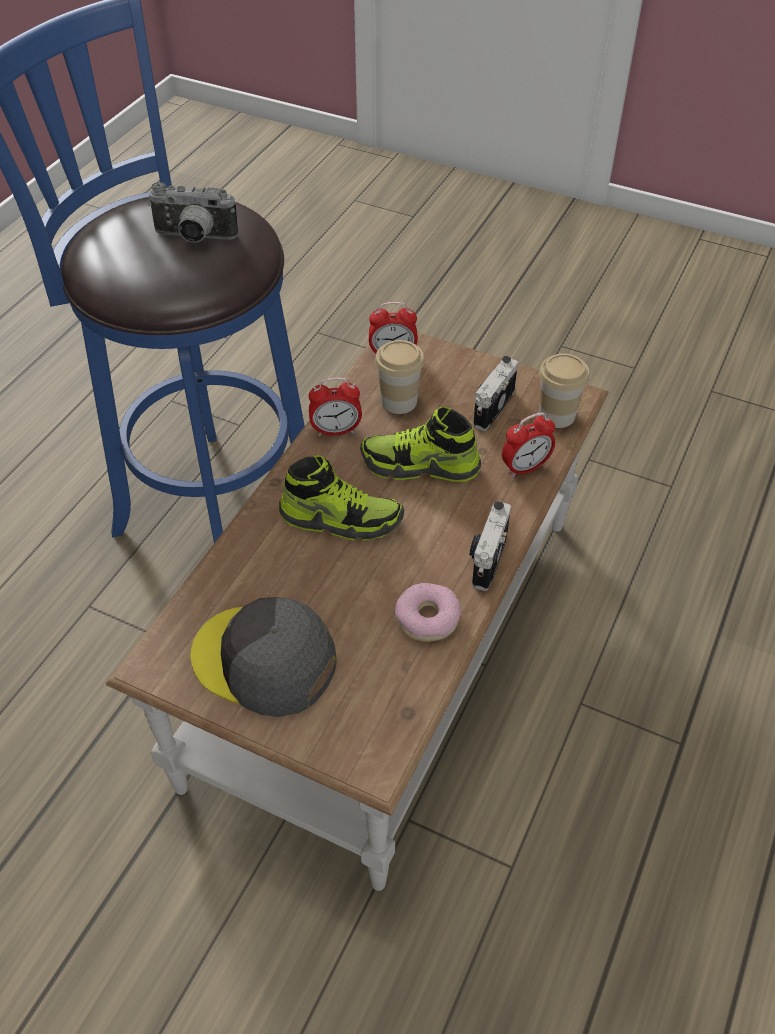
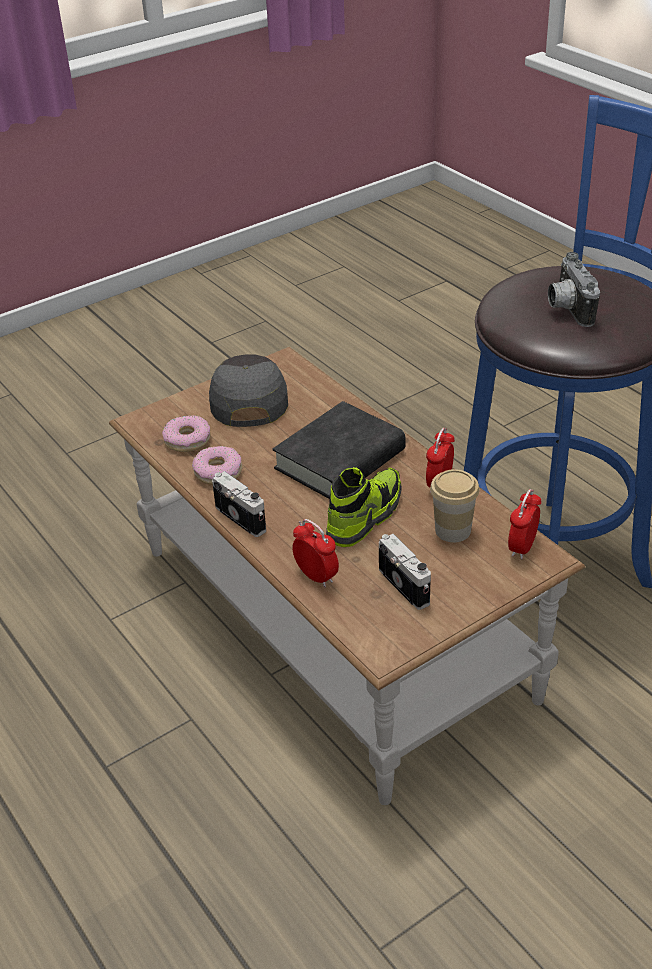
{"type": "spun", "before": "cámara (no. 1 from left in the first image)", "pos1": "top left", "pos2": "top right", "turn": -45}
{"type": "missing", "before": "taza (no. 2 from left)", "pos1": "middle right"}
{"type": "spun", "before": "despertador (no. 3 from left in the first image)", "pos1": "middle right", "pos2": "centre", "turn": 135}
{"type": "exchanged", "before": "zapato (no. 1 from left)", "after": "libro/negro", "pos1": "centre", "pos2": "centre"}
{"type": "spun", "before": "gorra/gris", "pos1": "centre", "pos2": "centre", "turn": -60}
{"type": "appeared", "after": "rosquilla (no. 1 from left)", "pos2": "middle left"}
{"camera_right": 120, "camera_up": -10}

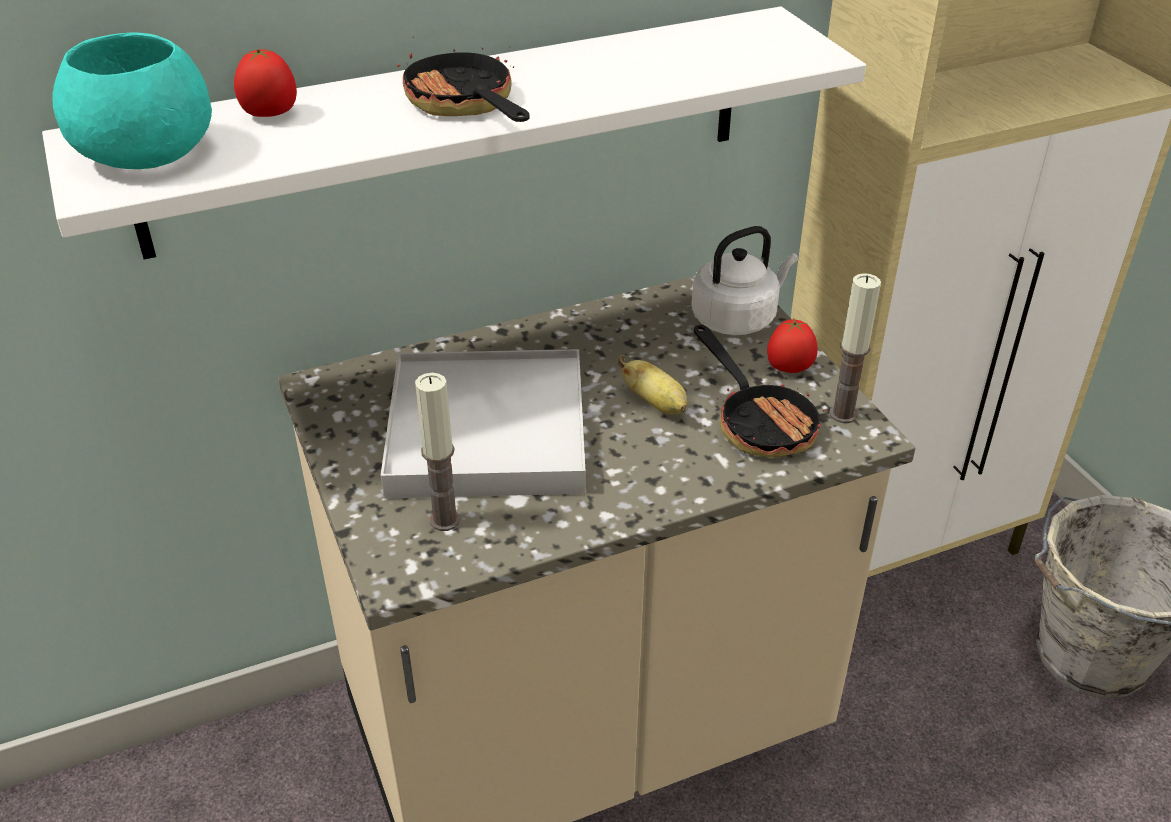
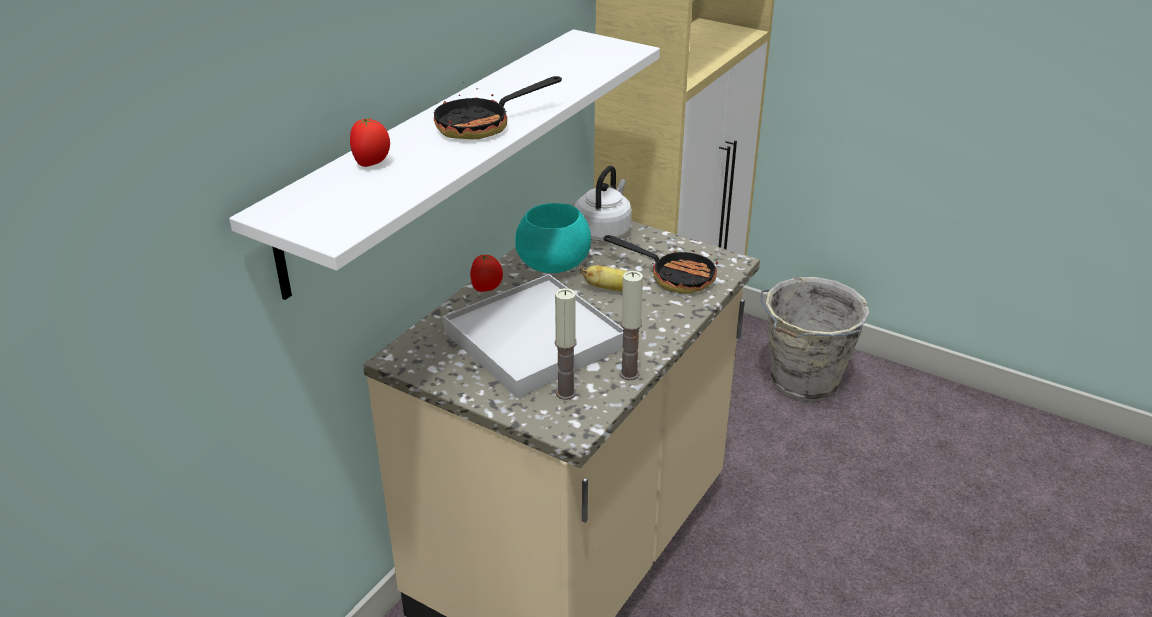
{"type": "relocated", "before": "cuenco/turquesa", "pos1": "top left", "pos2": "centre"}
{"type": "spun", "before": "sartén (no. 1 from left)", "pos1": "top centre", "pos2": "top centre", "turn": -60}
{"type": "relocated", "before": "vela (no. 2 from left)", "pos1": "middle right", "pos2": "centre"}
{"type": "relocated", "before": "tomate (no. 2 from left)", "pos1": "middle right", "pos2": "centre"}
{"camera_right": -35, "camera_up": -5}

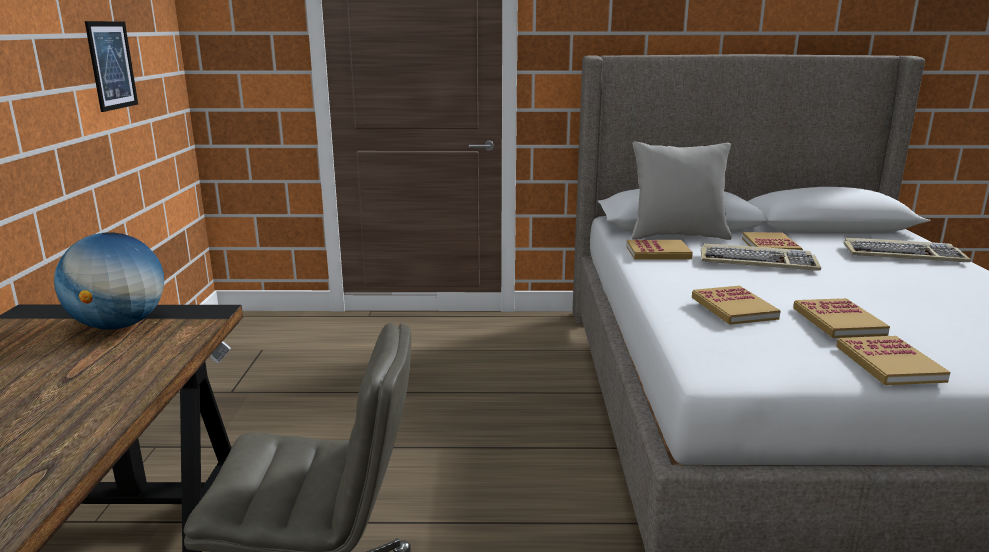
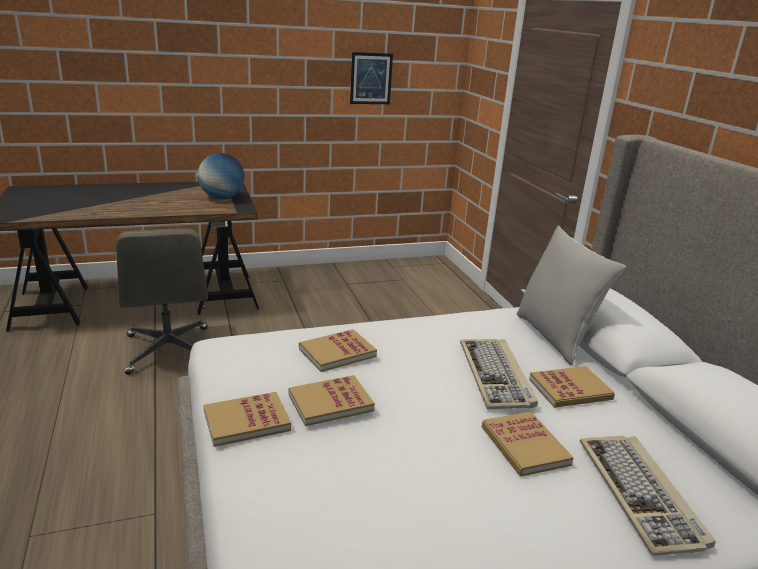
{"type": "relocated", "before": "libro (no. 1 from left in the first image)", "after": "libro (no. 4 from left)", "pos1": "centre", "pos2": "bottom right"}
{"camera_right": 70, "camera_up": 5}

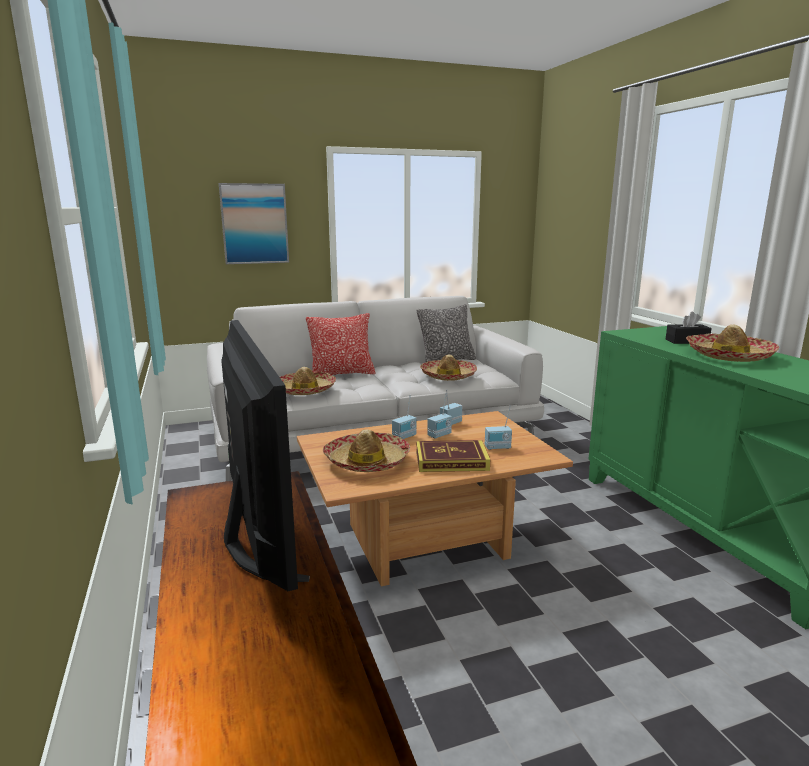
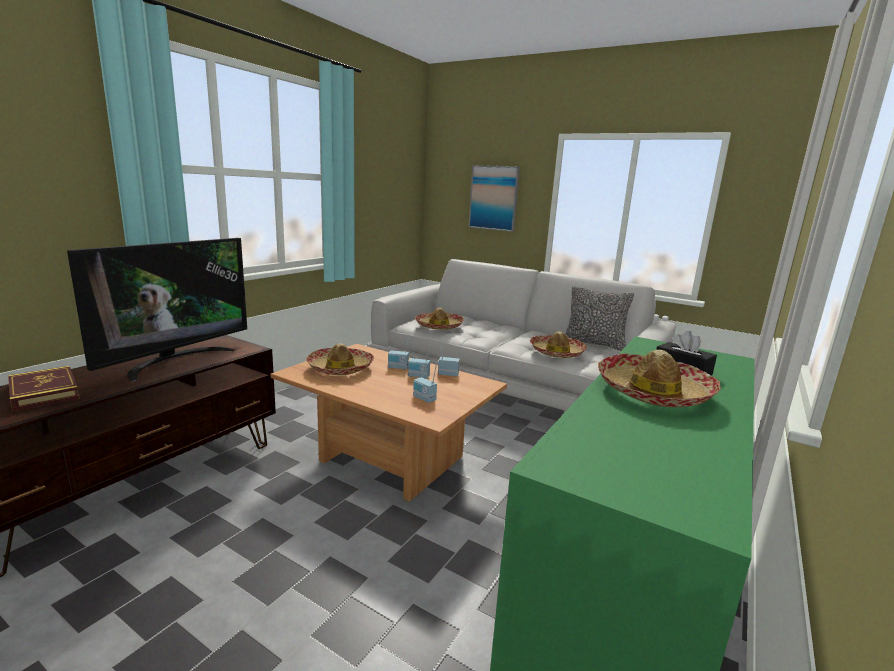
{"type": "missing", "before": "cojín (no. 1 from left)", "pos1": "centre"}
{"type": "relocated", "before": "libro", "pos1": "centre", "pos2": "middle left"}
{"camera_right": 50, "camera_up": 0}

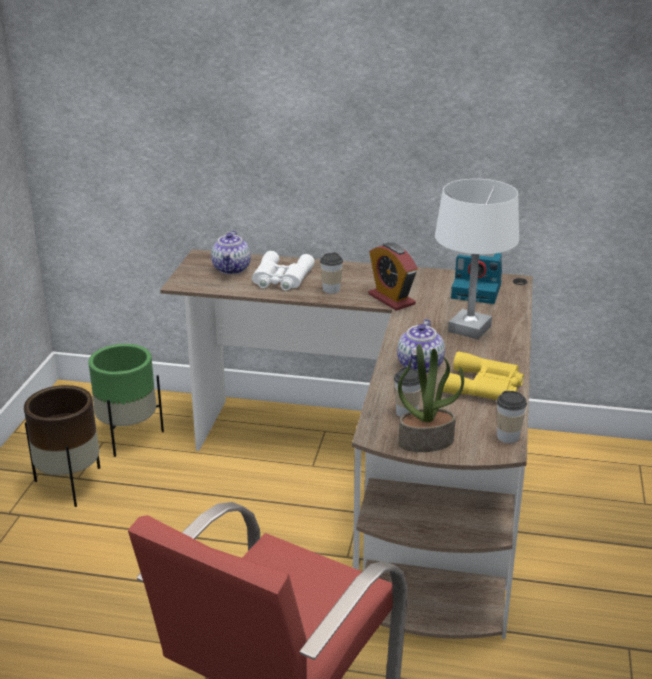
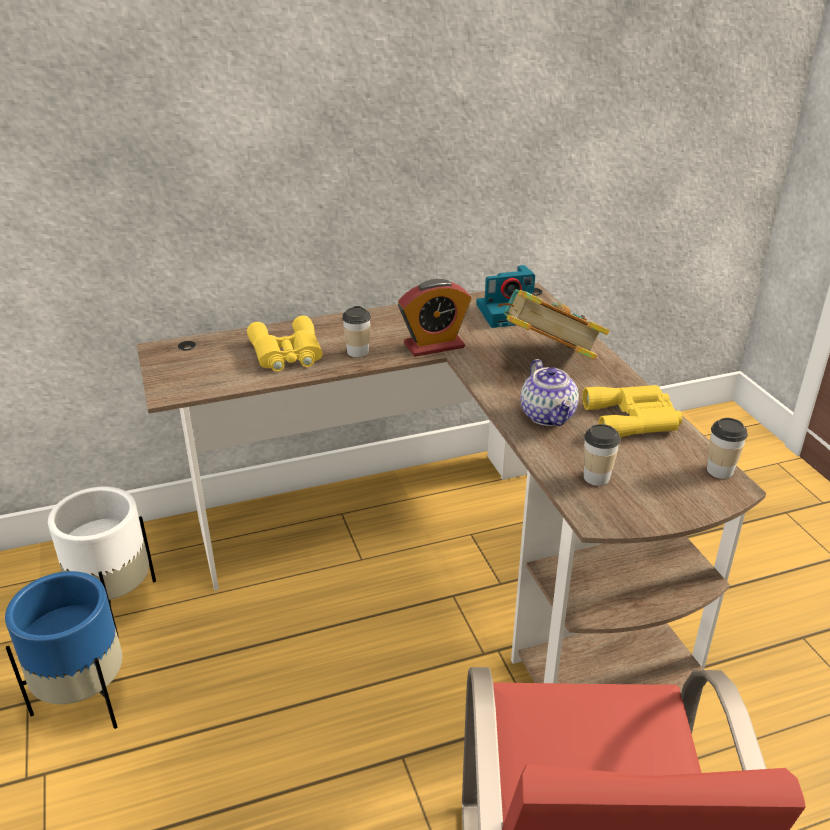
{"type": "exchanged", "before": "lámpara de mesa/blanco", "after": "libro", "pos1": "middle right", "pos2": "middle right"}
{"type": "missing", "before": "tetera (no. 1 from left)", "pos1": "centre"}
{"type": "spun", "before": "despertador", "pos1": "centre", "pos2": "centre", "turn": -45}
{"type": "colour", "before": "prismáticos/blanco", "after": "prismáticos/amarillo (no. 1 from left)", "pos1": "centre", "pos2": "centre"}
{"type": "colour", "before": "maceta/verde", "after": "maceta/blanco", "pos1": "middle left", "pos2": "bottom left"}
{"type": "missing", "before": "planta en maceta", "pos1": "centre"}
{"type": "colour", "before": "maceta/marrón", "after": "maceta/azul", "pos1": "middle left", "pos2": "bottom left"}
{"camera_right": -30, "camera_up": 5}

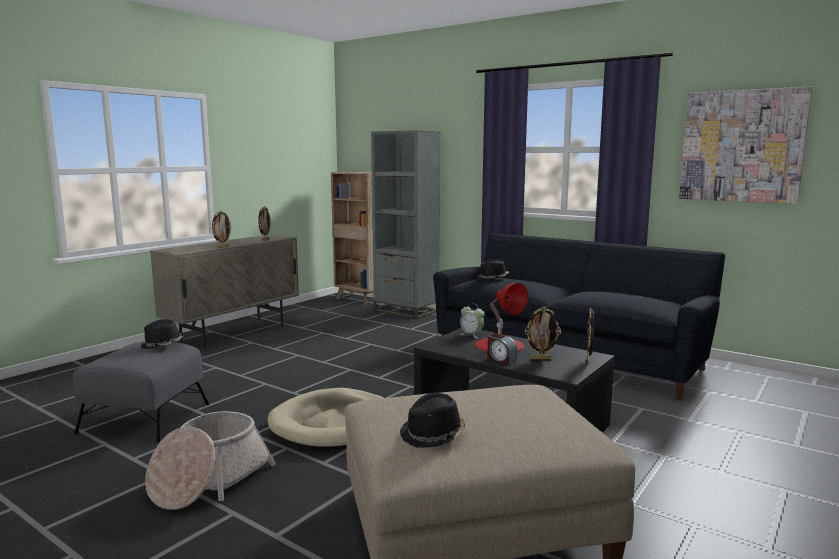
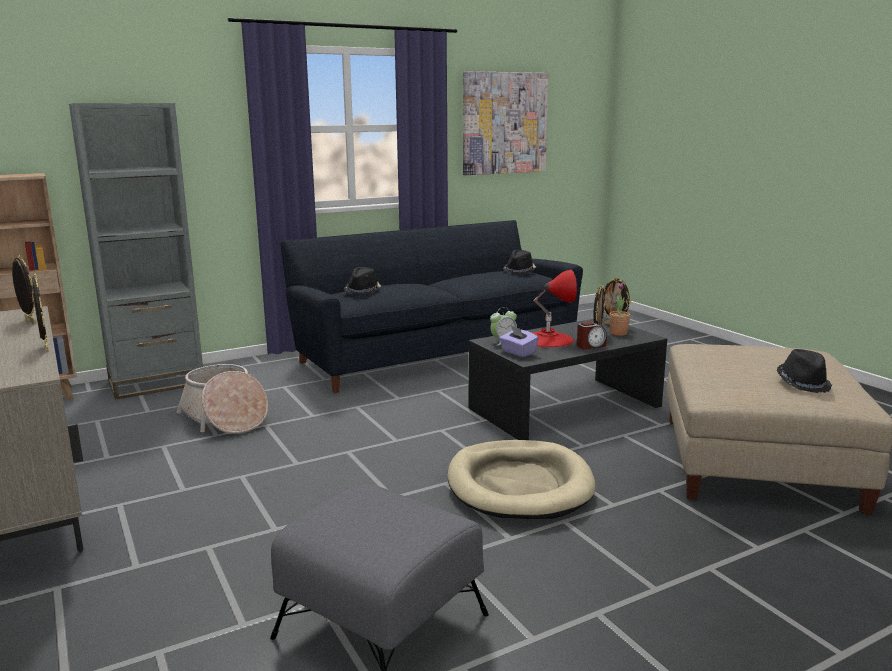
{"type": "relocated", "before": "sombrero/negro (no. 1 from left in the first image)", "after": "sombrero/negro (no. 2 from left)", "pos1": "middle left", "pos2": "centre"}
{"type": "relocated", "before": "cesta", "pos1": "bottom left", "pos2": "middle left"}
{"type": "appeared", "after": "planta en maceta", "pos2": "middle right"}
{"type": "appeared", "after": "caja de pañuelos/morado", "pos2": "centre"}
{"camera_right": -65, "camera_up": 5}

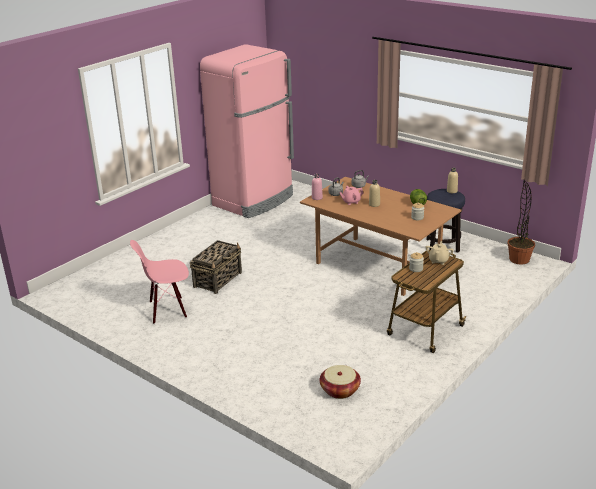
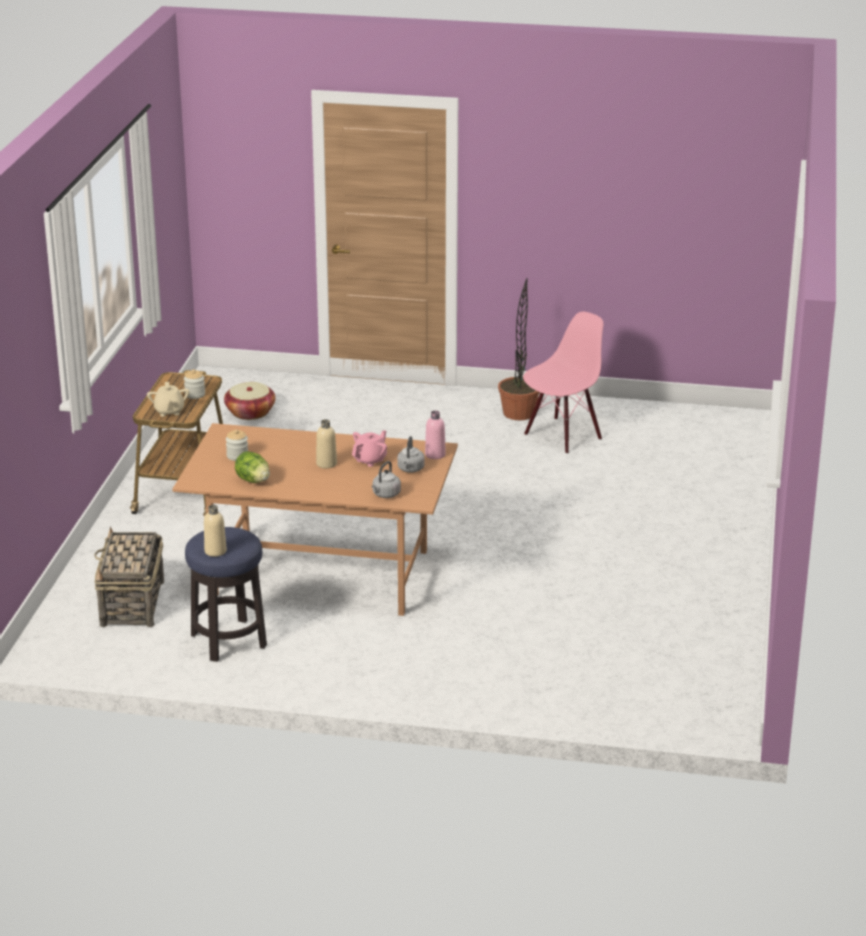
{"type": "missing", "before": "nevera/rosa", "pos1": "top centre"}
{"type": "relocated", "before": "planta en maceta", "pos1": "middle right", "pos2": "centre"}
{"type": "relocated", "before": "cesta (no. 1 from left)", "pos1": "centre", "pos2": "middle left"}
{"camera_right": 150, "camera_up": 0}

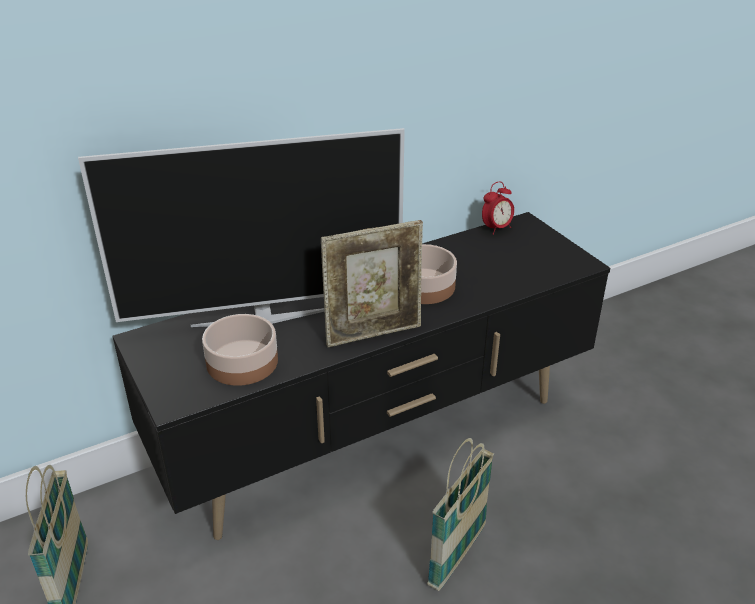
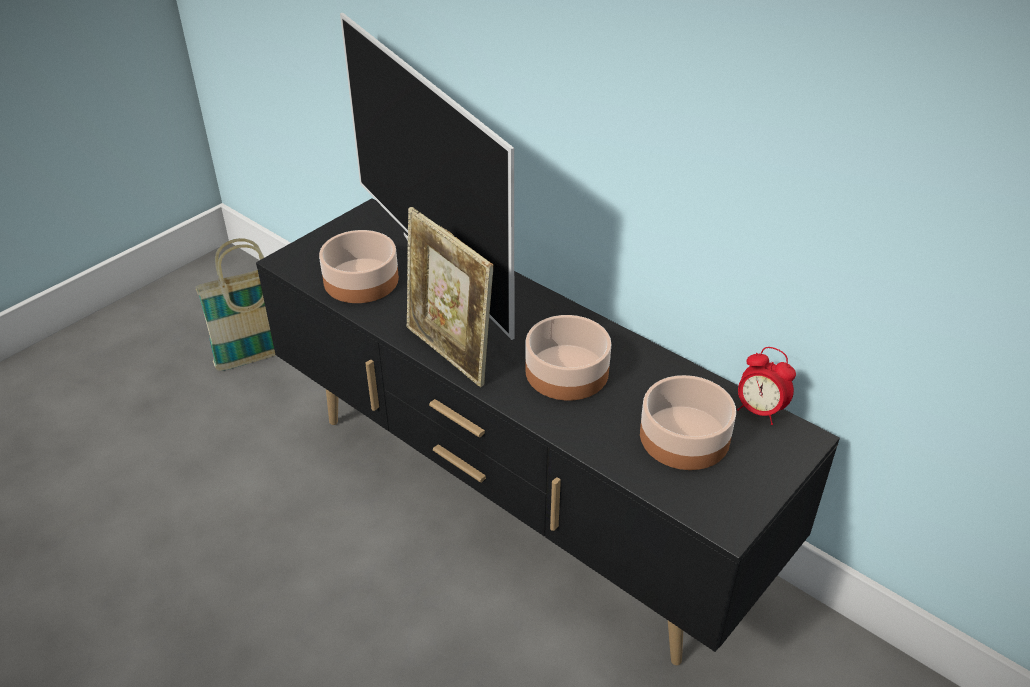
{"type": "missing", "before": "cesta (no. 2 from left)", "pos1": "bottom centre"}
{"type": "appeared", "after": "cuenco (no. 3 from left)", "pos2": "middle right"}
{"camera_right": 70, "camera_up": 5}

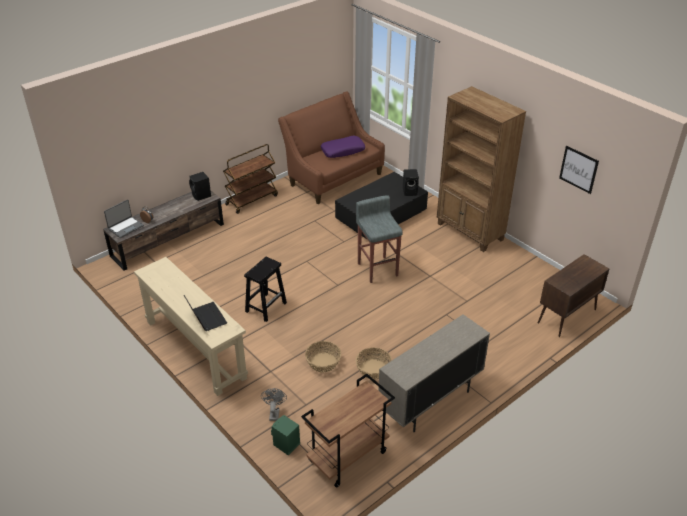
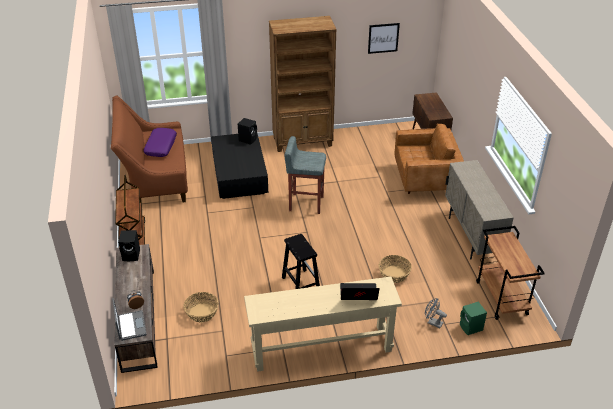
{"type": "relocated", "before": "cesta (no. 2 from left in the first image)", "after": "cesta (no. 1 from left)", "pos1": "bottom centre", "pos2": "bottom left"}
{"type": "appeared", "after": "sillón/marrón", "pos2": "middle right"}
{"camera_right": -60, "camera_up": 0}

